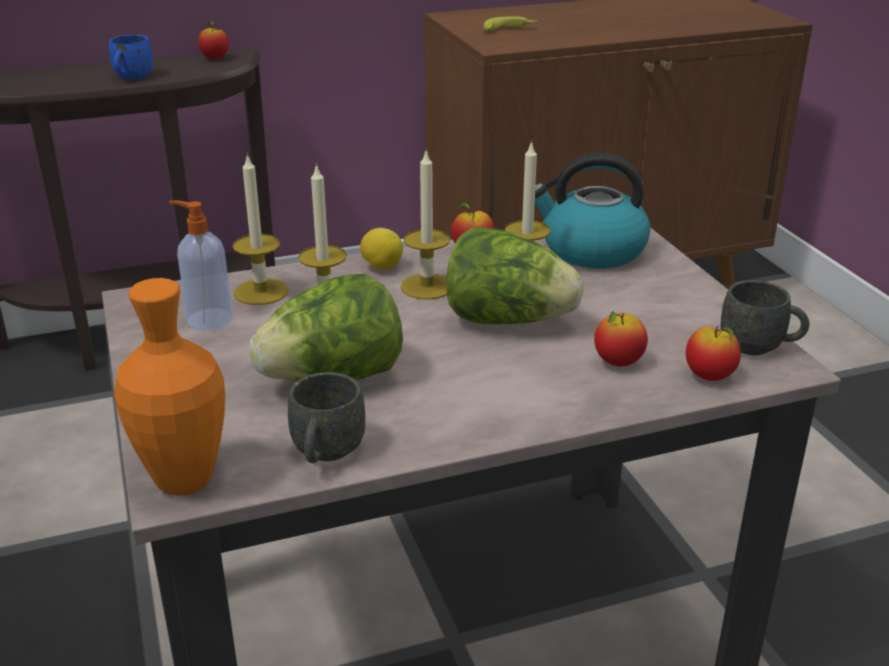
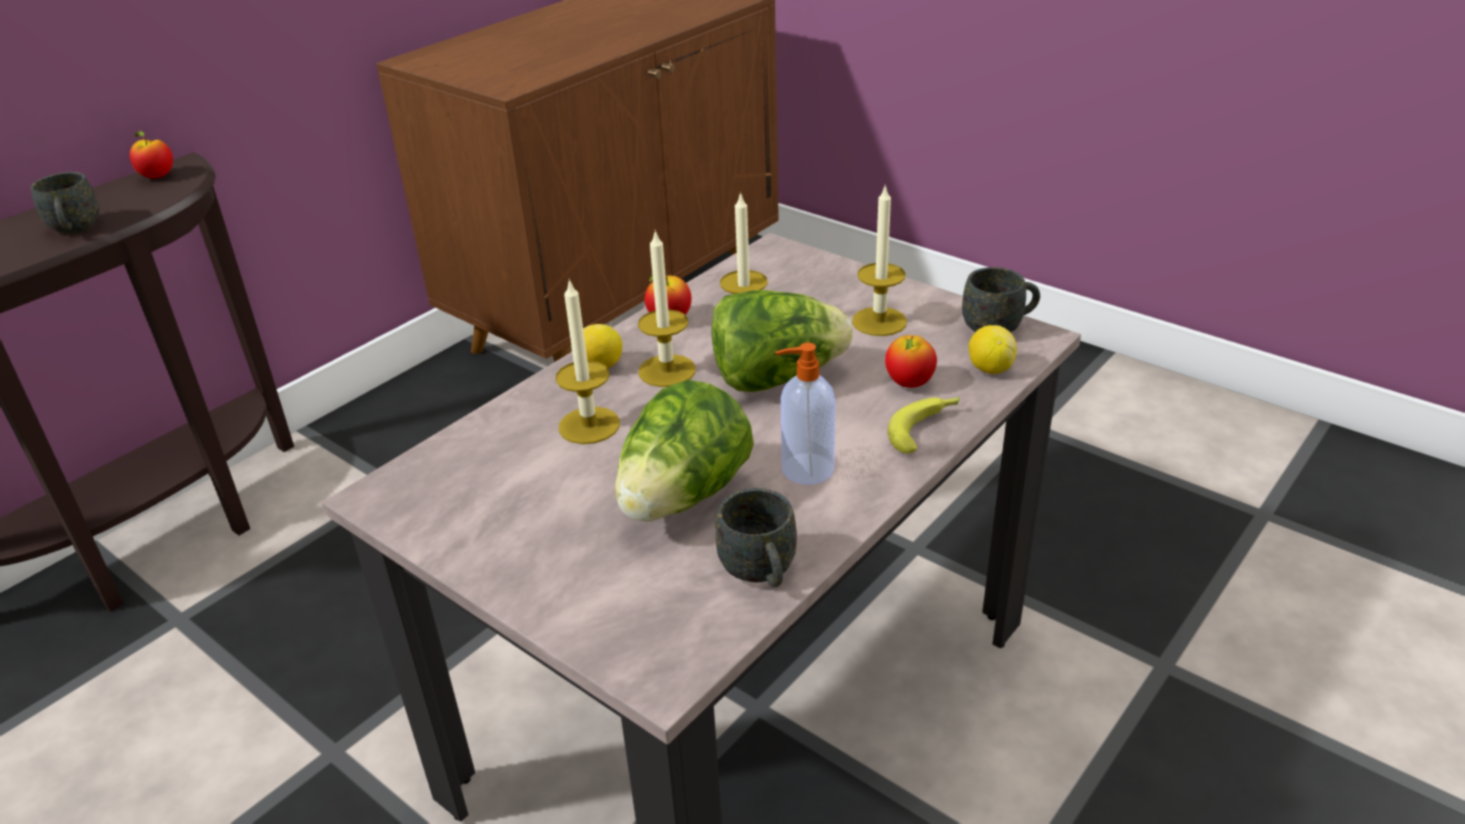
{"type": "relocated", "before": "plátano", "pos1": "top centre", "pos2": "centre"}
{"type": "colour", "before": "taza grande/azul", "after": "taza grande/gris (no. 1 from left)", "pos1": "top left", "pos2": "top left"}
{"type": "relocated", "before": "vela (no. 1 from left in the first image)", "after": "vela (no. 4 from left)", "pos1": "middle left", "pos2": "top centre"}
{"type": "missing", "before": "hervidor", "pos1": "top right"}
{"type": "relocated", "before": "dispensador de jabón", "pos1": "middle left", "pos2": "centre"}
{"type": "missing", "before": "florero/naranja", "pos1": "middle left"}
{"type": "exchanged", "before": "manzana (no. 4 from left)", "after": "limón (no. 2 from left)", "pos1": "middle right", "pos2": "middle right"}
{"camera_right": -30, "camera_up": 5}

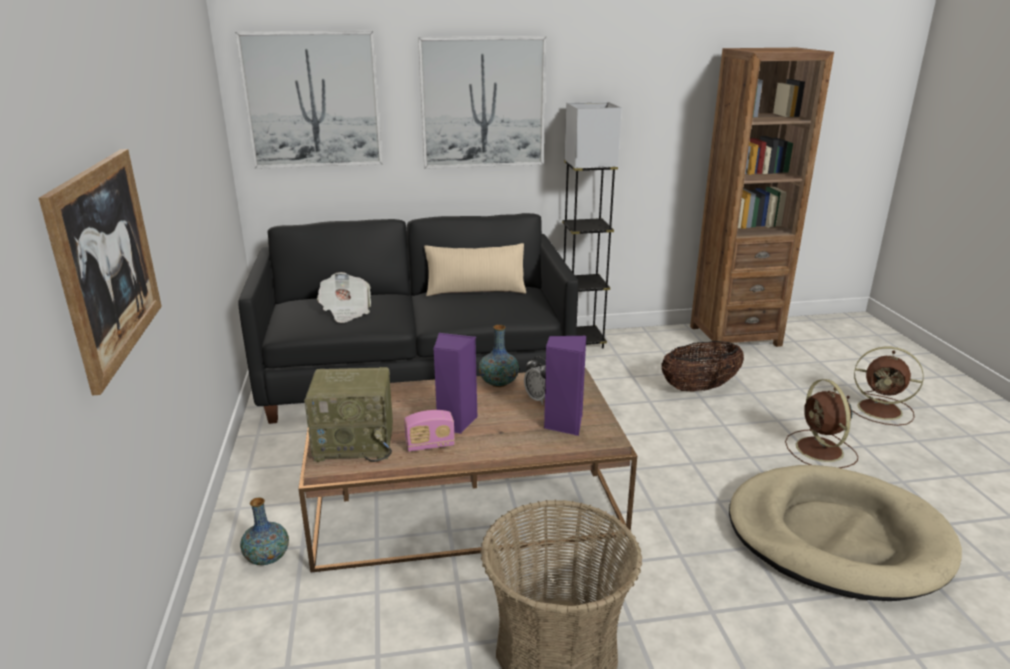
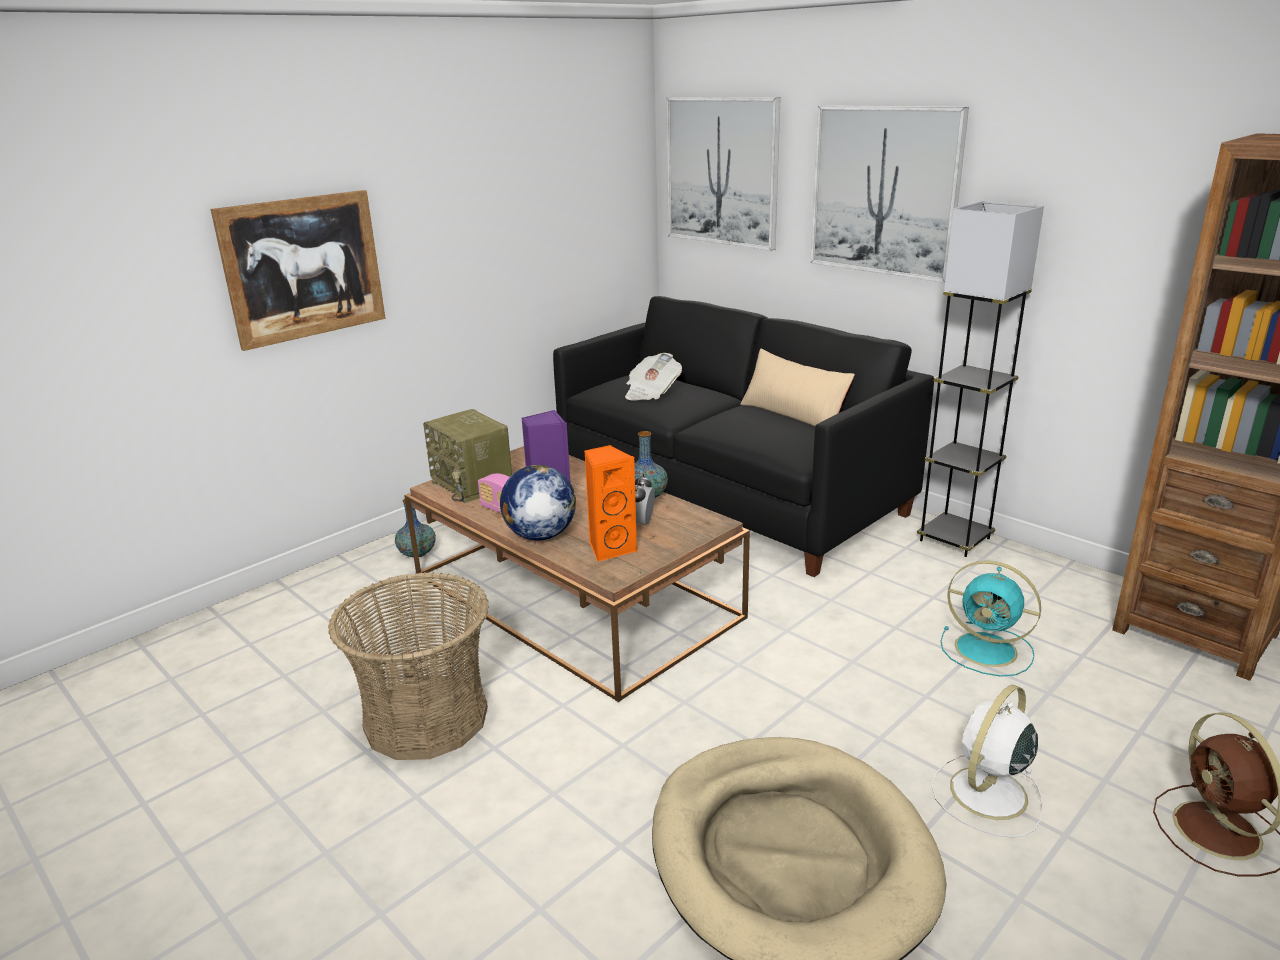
{"type": "colour", "before": "altavoz/morado (no. 2 from left)", "after": "altavoz/naranja", "pos1": "centre", "pos2": "centre"}
{"type": "exchanged", "before": "cesta (no. 2 from left)", "after": "ventilador/turquesa", "pos1": "middle right", "pos2": "middle right"}
{"type": "colour", "before": "ventilador/marrón (no. 1 from left)", "after": "ventilador/blanco", "pos1": "middle right", "pos2": "bottom right"}
{"type": "appeared", "after": "globo terráqueo", "pos2": "centre"}
{"camera_right": 55, "camera_up": 0}

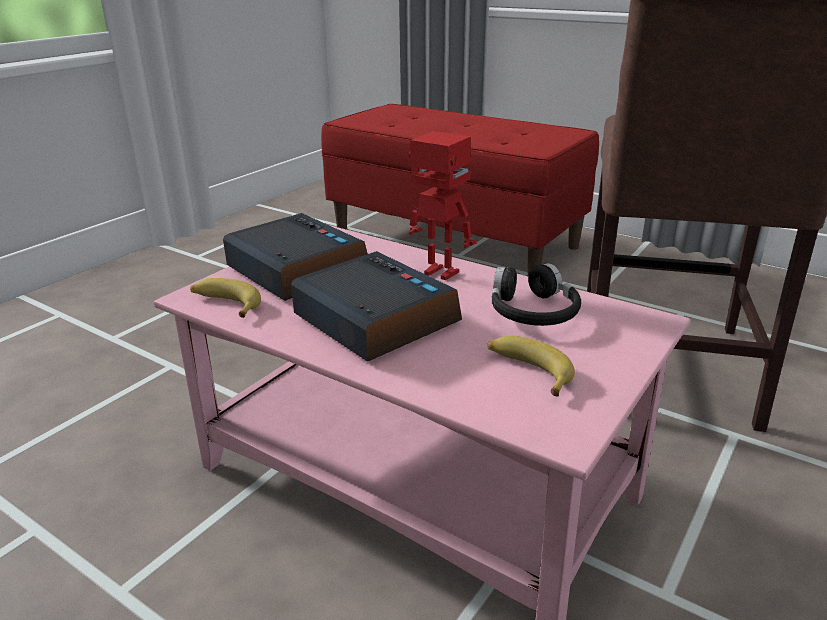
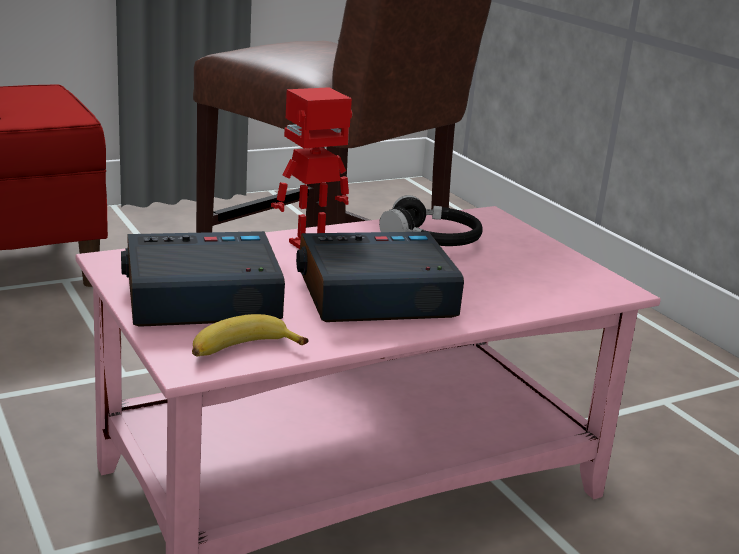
{"type": "missing", "before": "plátano (no. 2 from left)", "pos1": "centre"}
{"camera_right": -65, "camera_up": -5}

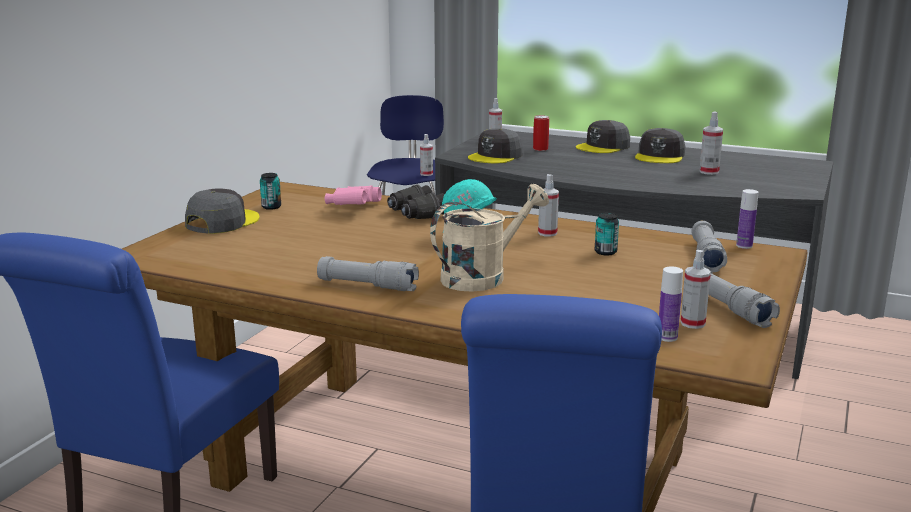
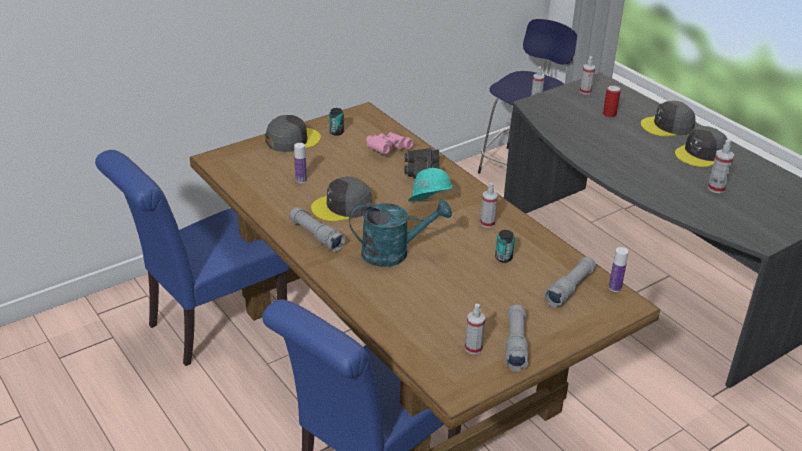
{"type": "relocated", "before": "gorra/gris (no. 2 from left)", "pos1": "top centre", "pos2": "centre"}
{"type": "colour", "before": "regadera/beis", "after": "regadera/turquesa", "pos1": "centre", "pos2": "centre"}
{"type": "relocated", "before": "botella (no. 1 from left)", "pos1": "middle right", "pos2": "centre"}
{"camera_right": 30, "camera_up": 15}

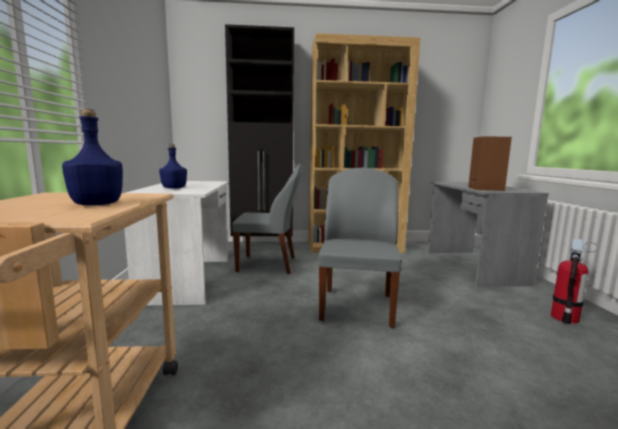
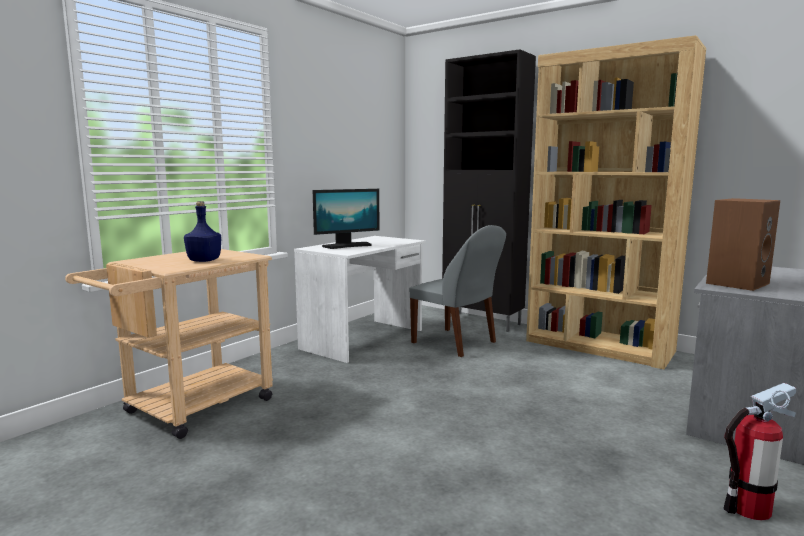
{"type": "exchanged", "before": "botella/azul (no. 2 from left)", "after": "monitor", "pos1": "middle left", "pos2": "centre"}
{"type": "missing", "before": "silla/gris (no. 2 from left)", "pos1": "centre"}
{"camera_right": 40, "camera_up": 0}

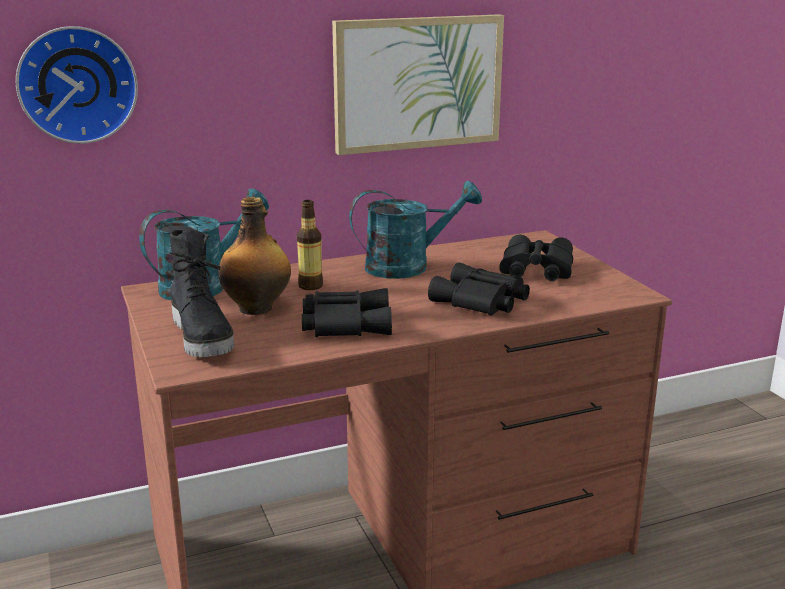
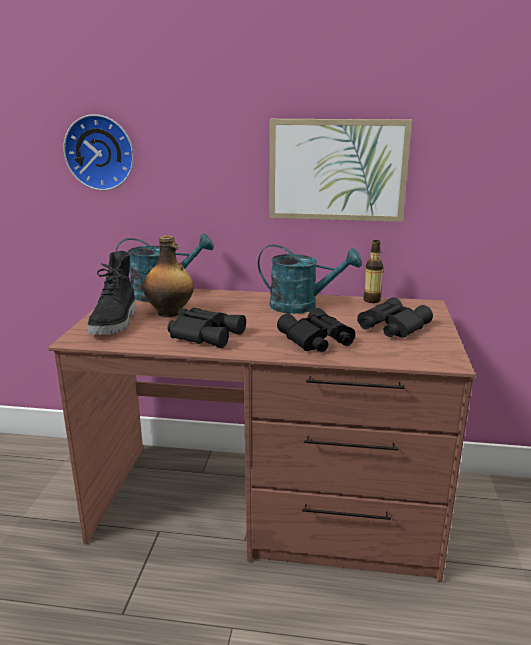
{"type": "relocated", "before": "botella (no. 2 from left)", "pos1": "centre", "pos2": "middle right"}
{"camera_right": 30, "camera_up": 0}

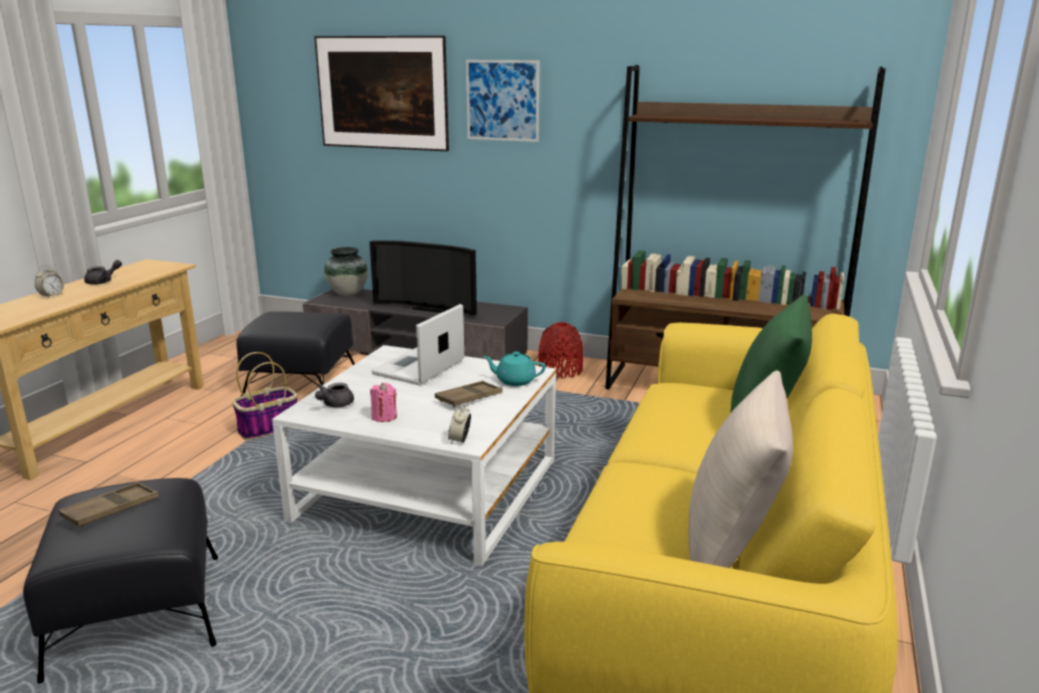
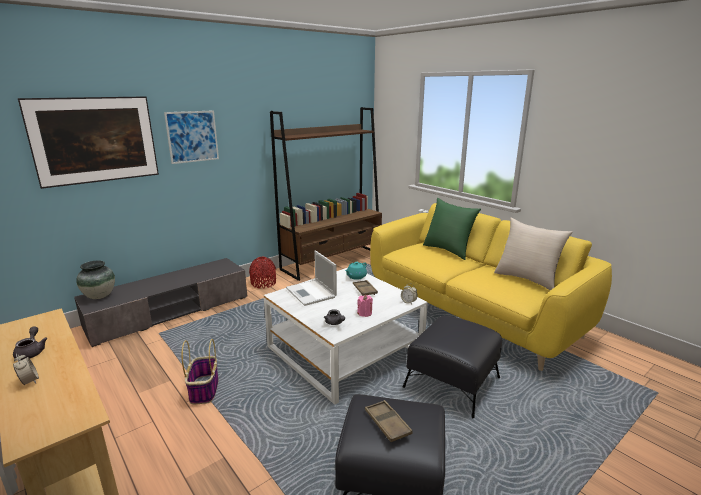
{"type": "missing", "before": "televisor", "pos1": "centre"}
{"type": "relocated", "before": "puf/negro (no. 2 from left)", "pos1": "middle left", "pos2": "bottom centre"}
{"camera_right": -60, "camera_up": 0}

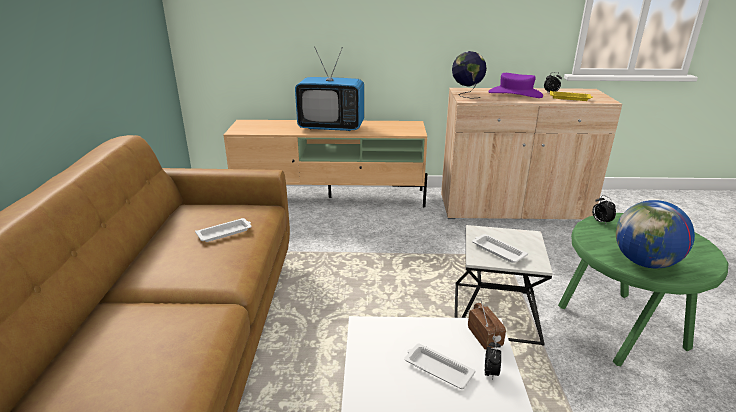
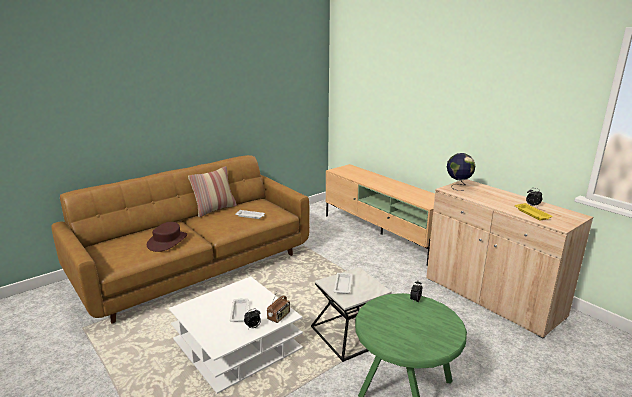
{"type": "missing", "before": "televisor", "pos1": "top centre"}
{"type": "missing", "before": "sombrero/morado", "pos1": "top right"}
{"type": "missing", "before": "globo terráqueo (no. 2 from left)", "pos1": "middle right"}
{"type": "appeared", "after": "cojín", "pos2": "centre"}
{"type": "appeared", "after": "sombrero/marrón", "pos2": "middle left"}
{"camera_right": 50, "camera_up": -5}

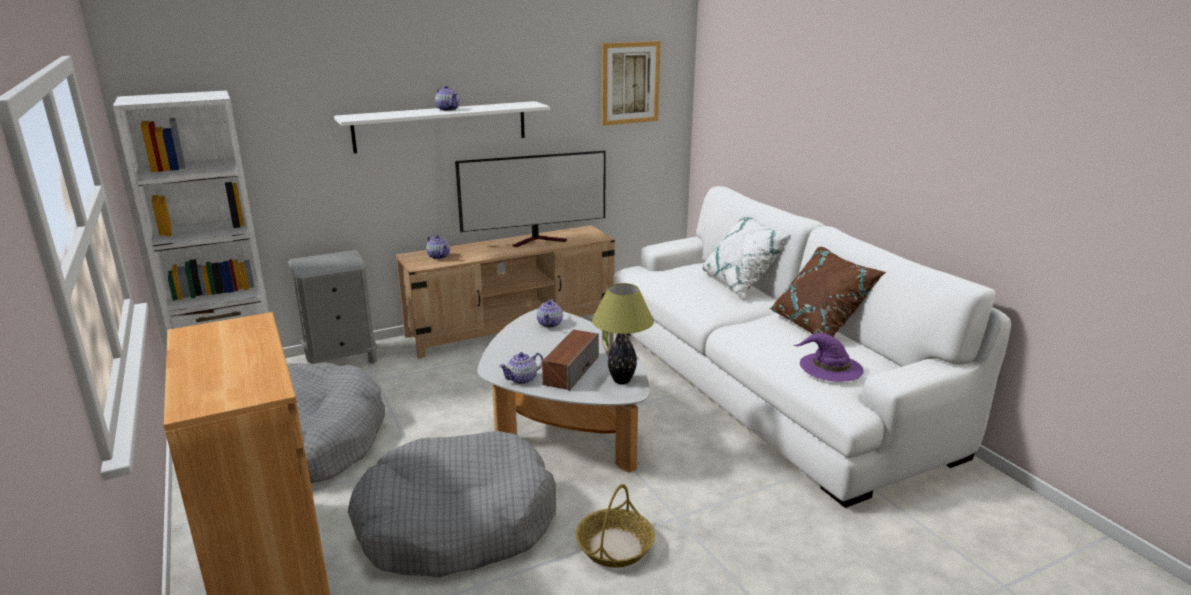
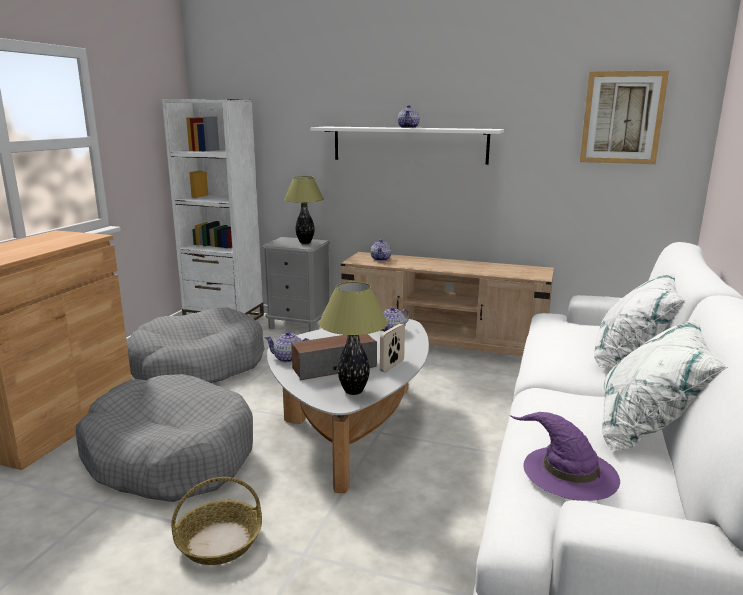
{"type": "missing", "before": "televisor", "pos1": "centre"}
{"type": "colour", "before": "cojín/marrón", "after": "cojín/blanco (no. 2 from left)", "pos1": "middle right", "pos2": "middle right"}
{"type": "appeared", "after": "lámpara de mesa (no. 1 from left)", "pos2": "centre"}
{"camera_right": 45, "camera_up": -5}

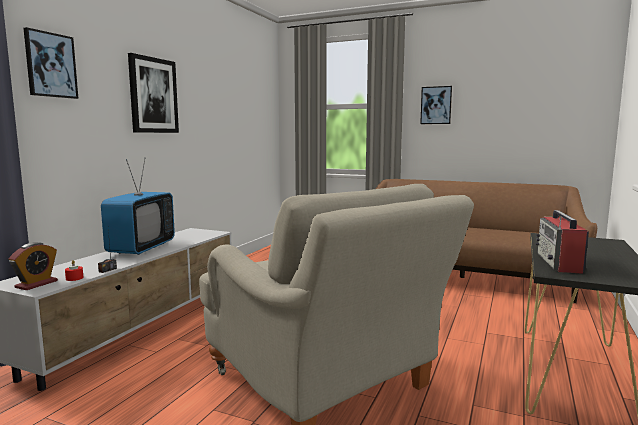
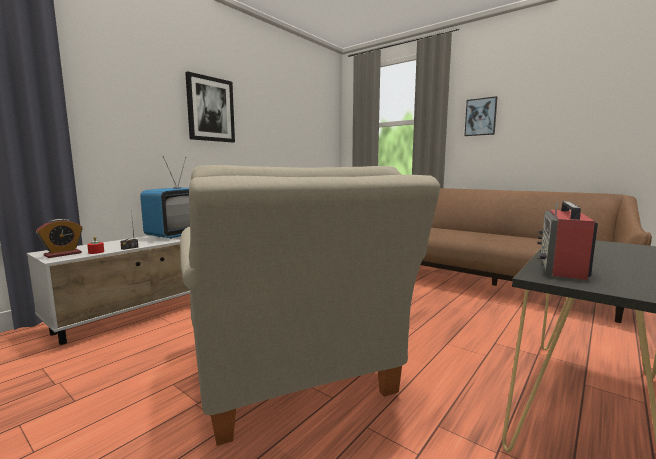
{"type": "missing", "before": "cuadro (no. 1 from left)", "pos1": "top left"}
{"camera_right": 15, "camera_up": 0}

